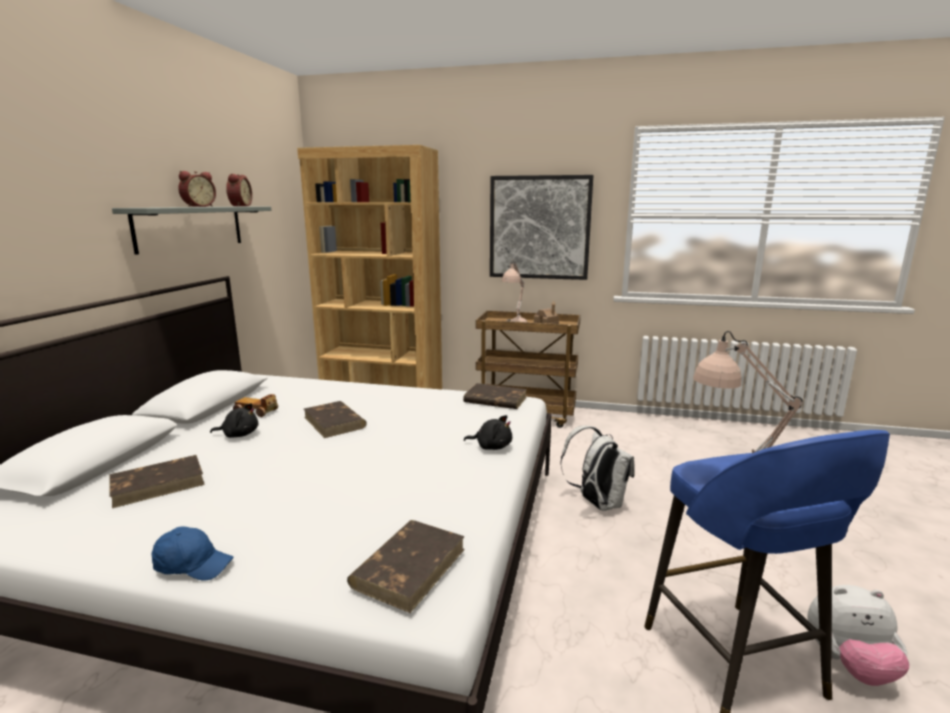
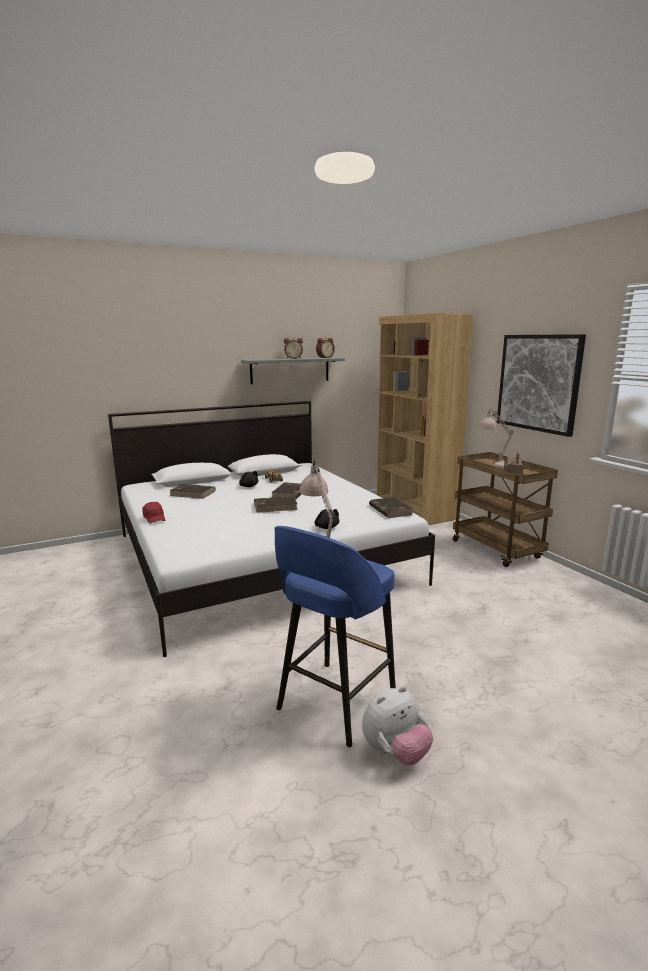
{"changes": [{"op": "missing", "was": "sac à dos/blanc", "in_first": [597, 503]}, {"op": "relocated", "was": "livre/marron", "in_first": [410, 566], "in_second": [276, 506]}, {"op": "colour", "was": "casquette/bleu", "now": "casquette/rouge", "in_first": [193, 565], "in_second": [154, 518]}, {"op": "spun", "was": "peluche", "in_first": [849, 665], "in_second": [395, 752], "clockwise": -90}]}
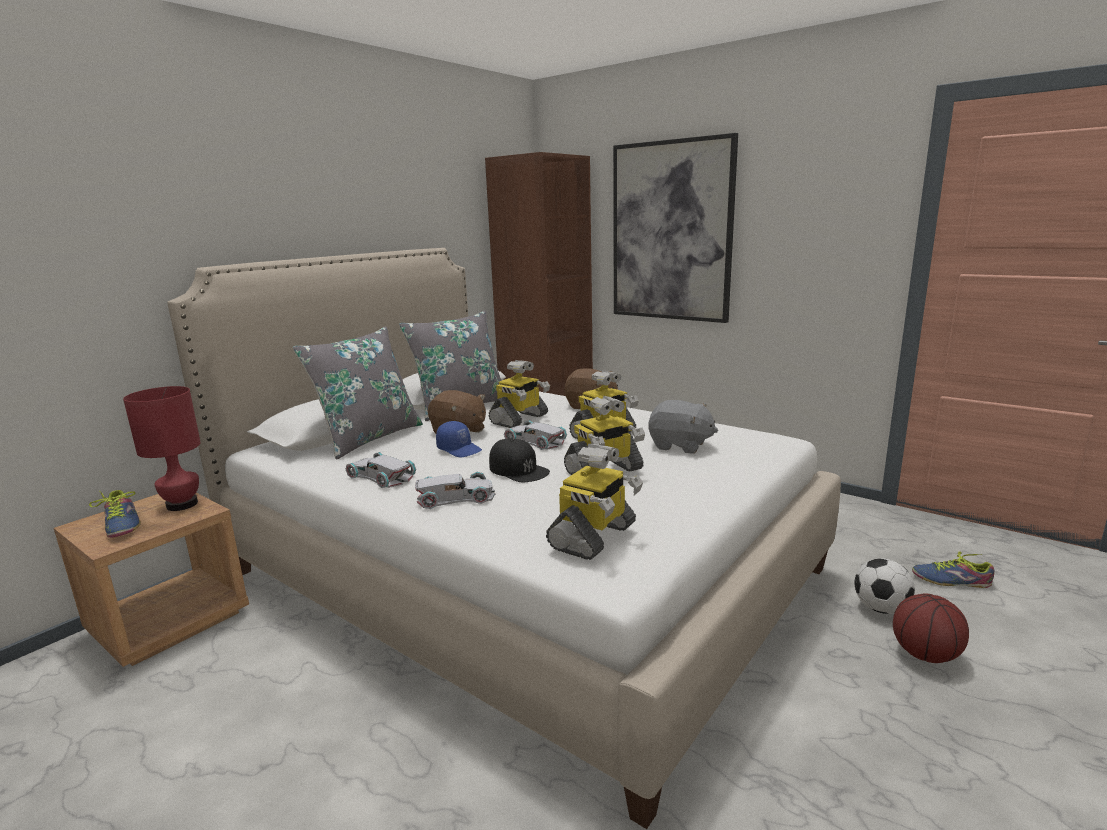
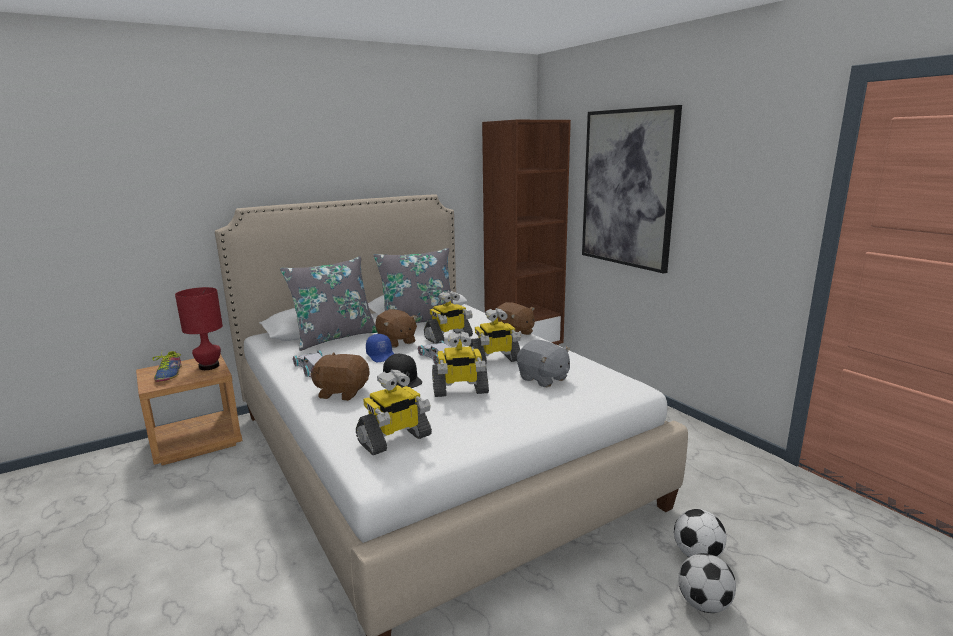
{"changes": [{"op": "missing", "was": "chaussure", "in_first": [951, 581]}, {"op": "exchanged", "was": "petite voiture/blanc", "now": "peluche/marron", "in_first": [456, 498], "in_second": [342, 392]}, {"op": "exchanged", "was": "ballon de basket", "now": "ballon de foot", "in_first": [925, 654], "in_second": [704, 603]}]}
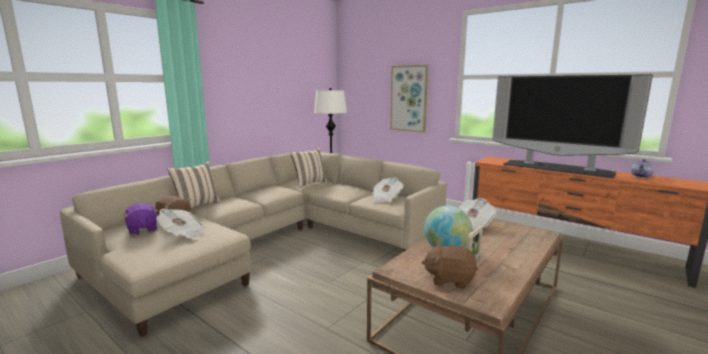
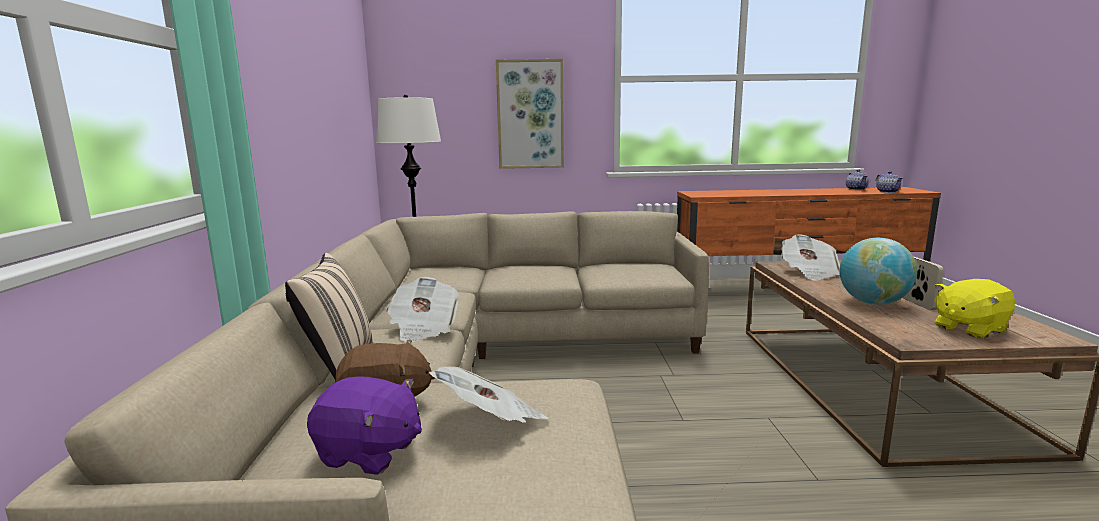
{"changes": [{"op": "missing", "was": "coussin/beige", "in_first": [309, 183]}, {"op": "missing", "was": "téléviseur", "in_first": [557, 168]}, {"op": "appeared", "now": "théière", "in_second": [887, 192]}, {"op": "relocated", "was": "journal", "in_first": [385, 198], "in_second": [423, 328]}, {"op": "colour", "was": "peluche/marron", "now": "peluche/jaune", "in_first": [449, 280], "in_second": [968, 329]}]}
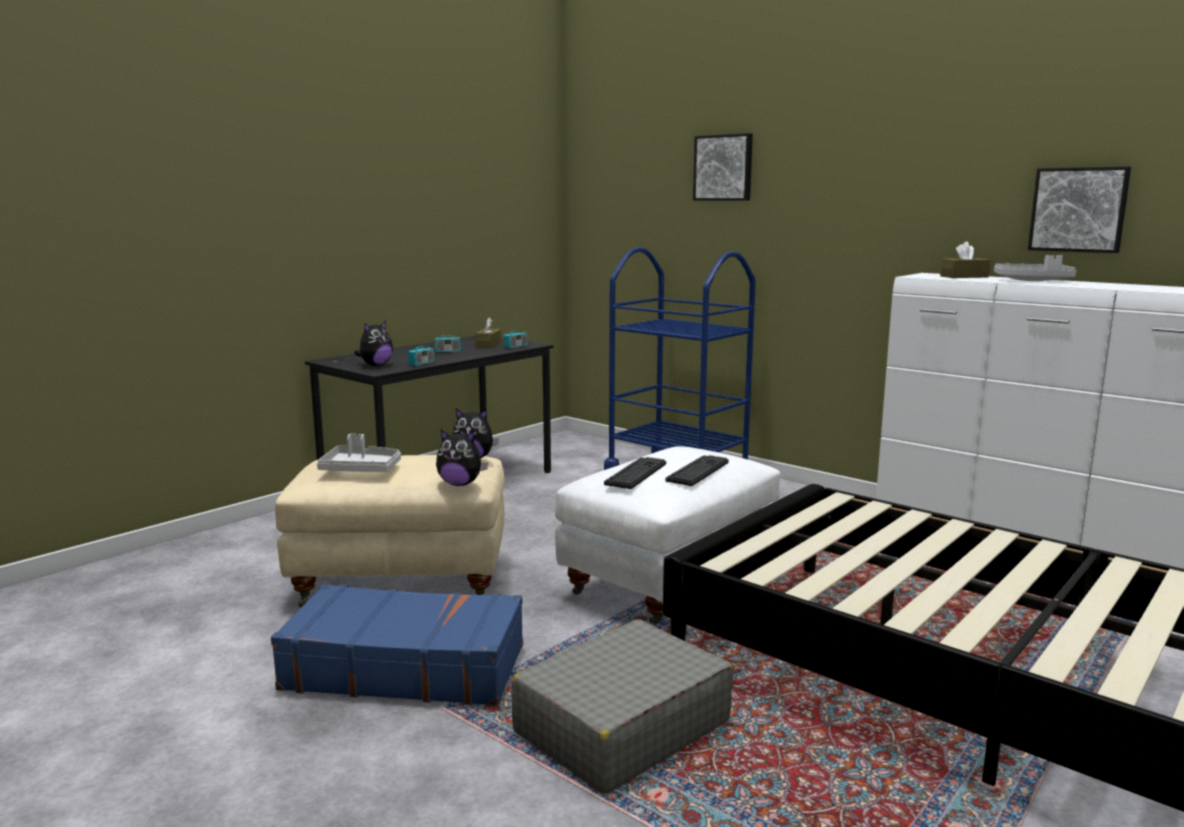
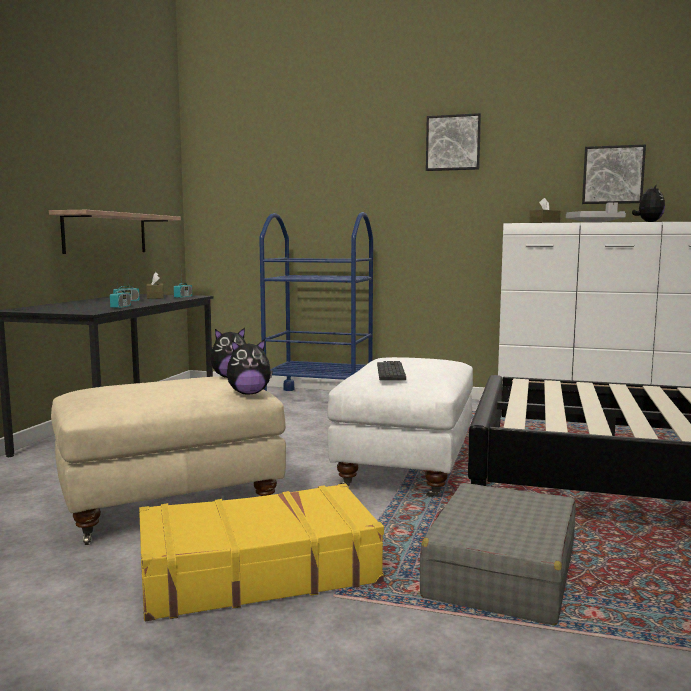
{"changes": [{"op": "missing", "was": "plateau/gris", "in_first": [361, 469]}, {"op": "missing", "was": "clavier", "in_first": [698, 471]}, {"op": "appeared", "now": "étagère", "in_second": [106, 233]}, {"op": "relocated", "was": "peluche", "in_first": [375, 365], "in_second": [648, 222]}, {"op": "relocated", "was": "tableau", "in_first": [724, 168], "in_second": [453, 143]}, {"op": "colour", "was": "valise/bleu", "now": "valise/jaune", "in_first": [405, 666], "in_second": [257, 571]}]}
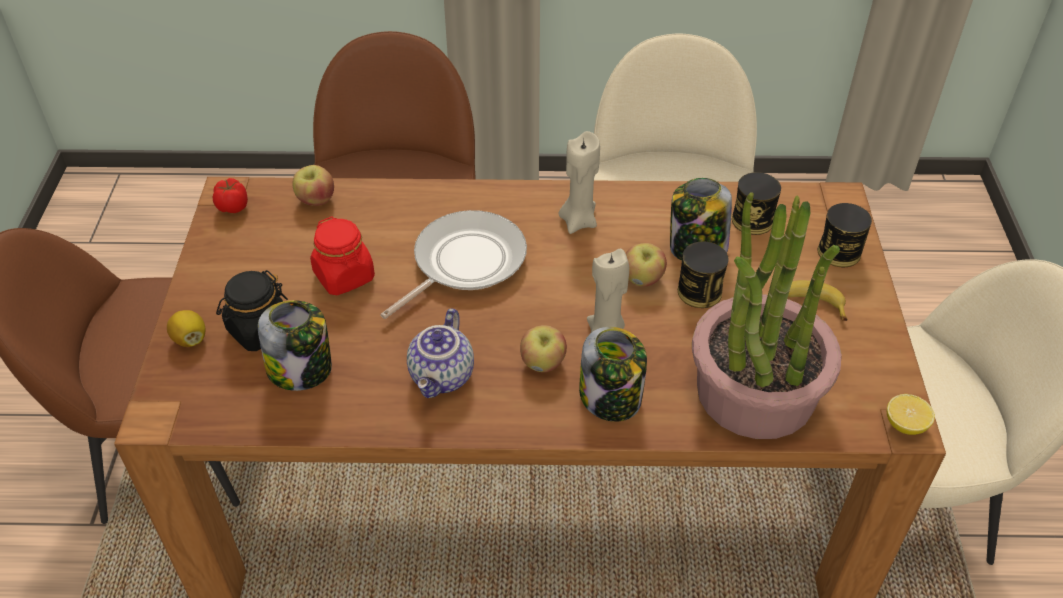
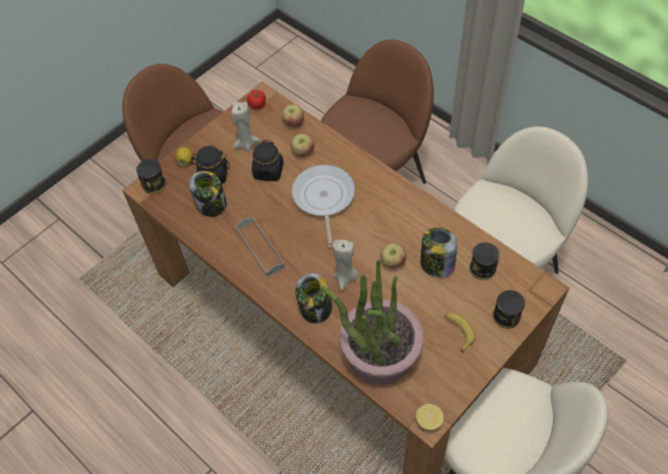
{"changes": [{"op": "relocated", "was": "pomme", "in_first": [543, 363], "in_second": [303, 152]}, {"op": "relocated", "was": "bougie/beige", "in_first": [578, 221], "in_second": [246, 144]}, {"op": "relocated", "was": "boîte métallique", "in_first": [699, 292], "in_second": [154, 184]}, {"op": "exchanged", "was": "théière", "now": "plateau/gris", "in_first": [443, 377], "in_second": [260, 248]}, {"op": "colour", "was": "bocal/rouge", "now": "bocal/noir", "in_first": [344, 276], "in_second": [268, 171]}, {"op": "spun", "was": "poêle", "in_first": [464, 263], "in_second": [323, 198], "clockwise": -90}]}
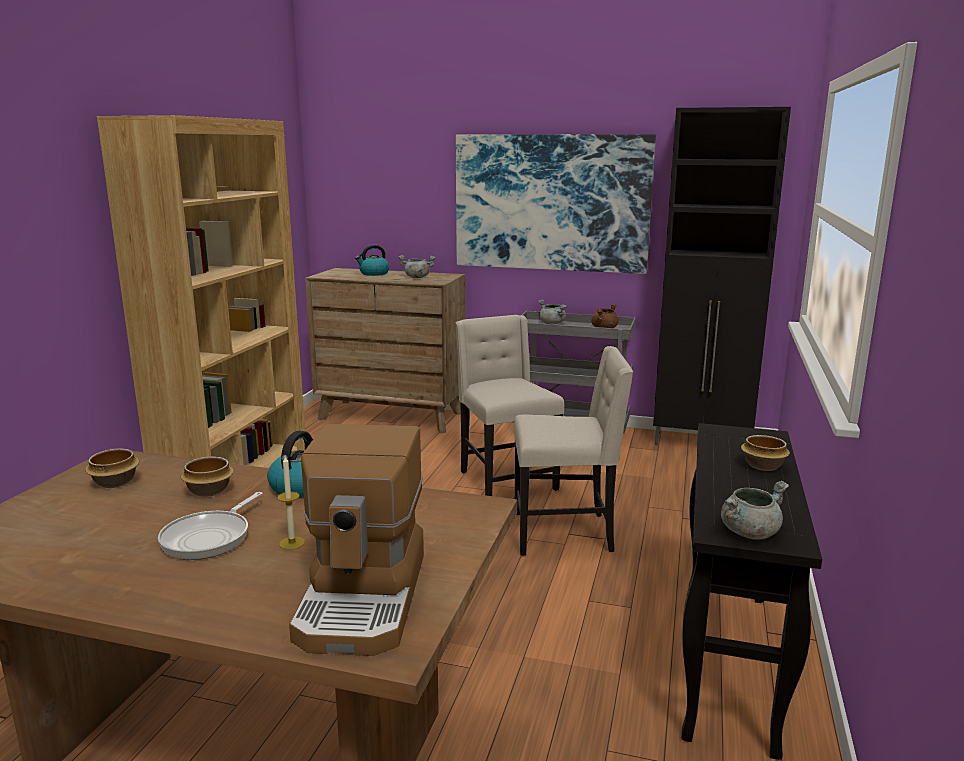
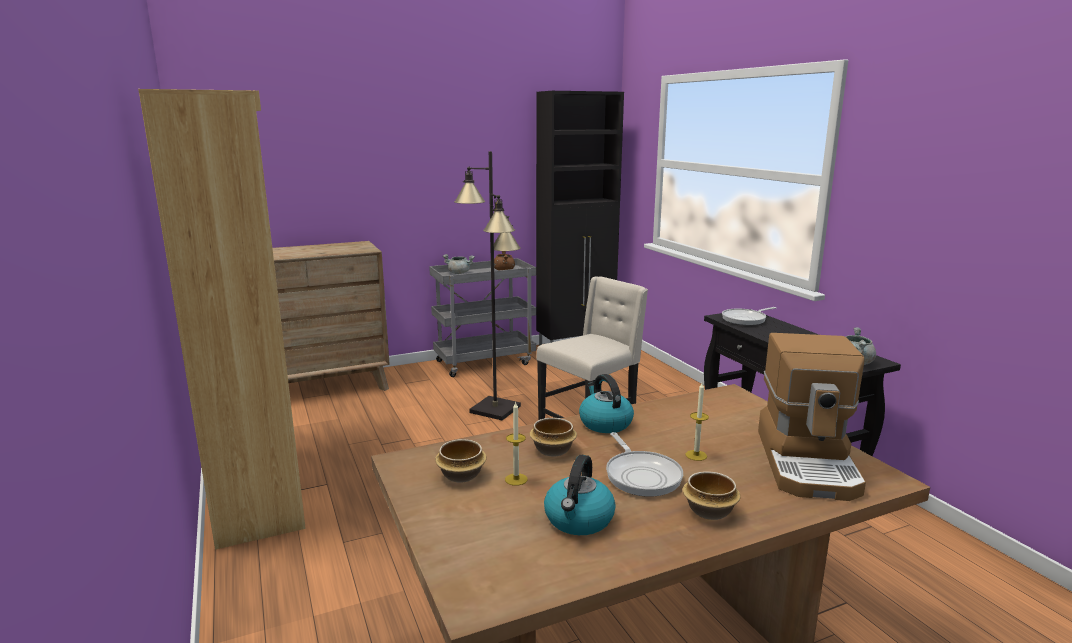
{"changes": [{"op": "missing", "was": "marmite/gris", "in_first": [417, 277]}, {"op": "missing", "was": "tableau", "in_first": [551, 203]}, {"op": "appeared", "now": "bougie", "in_second": [516, 479]}, {"op": "appeared", "now": "poêle", "in_second": [746, 319]}, {"op": "relocated", "was": "bouilloire", "in_first": [373, 273], "in_second": [579, 520]}, {"op": "relocated", "was": "bol", "in_first": [762, 466], "in_second": [709, 512]}, {"op": "exchanged", "was": "chaise/beige", "now": "lampadaire/noir", "in_first": [505, 480], "in_second": [495, 409]}, {"op": "spun", "was": "machine à café", "in_first": [365, 597], "in_second": [808, 462], "clockwise": 45}]}
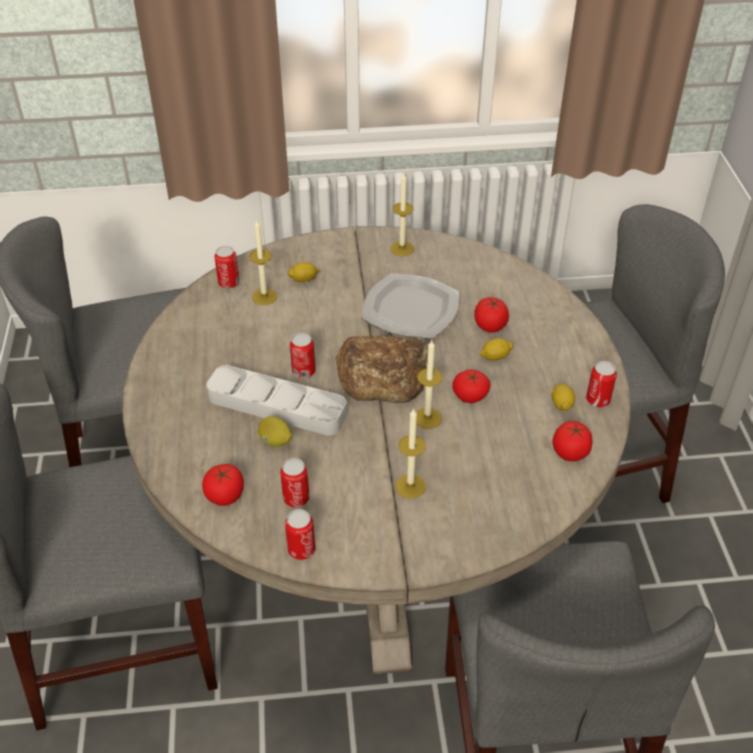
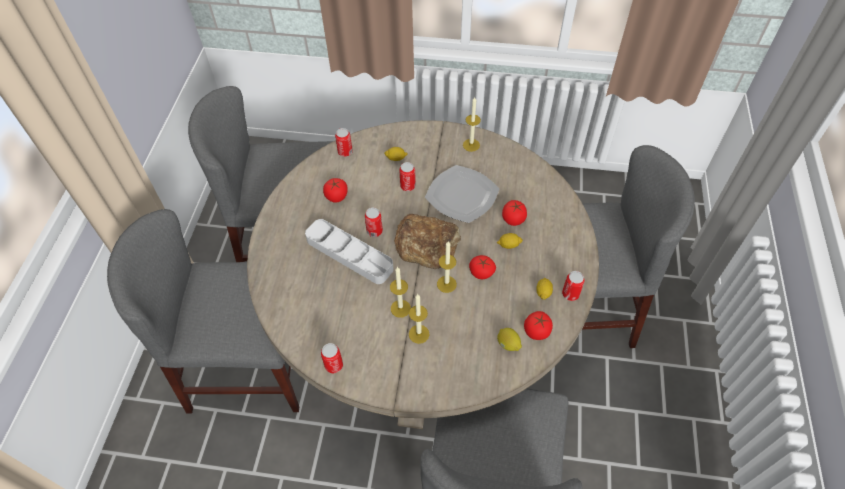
{"changes": [{"op": "relocated", "was": "tomate", "in_first": [225, 495], "in_second": [336, 196]}, {"op": "relocated", "was": "bougie", "in_first": [264, 297], "in_second": [400, 308]}, {"op": "relocated", "was": "citron", "in_first": [275, 441], "in_second": [508, 344]}, {"op": "relocated", "was": "boîte métallique", "in_first": [296, 498], "in_second": [408, 186]}]}
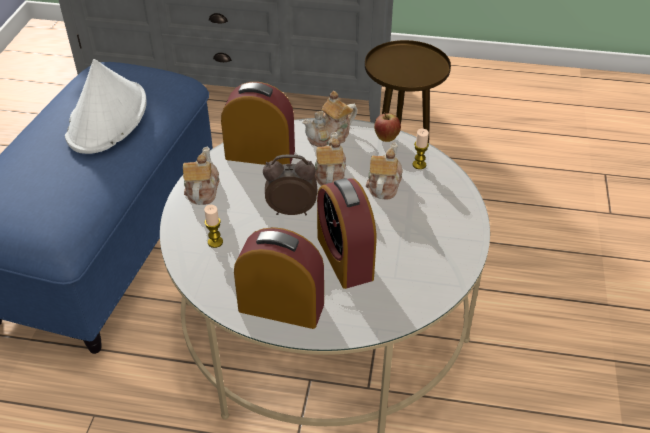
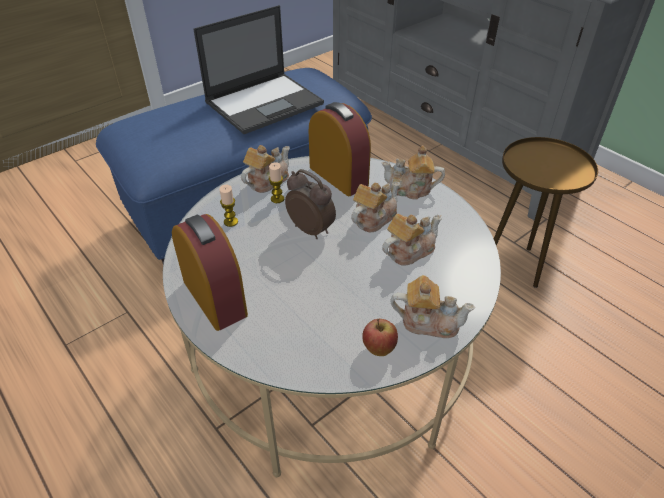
{"changes": [{"op": "missing", "was": "réveil", "in_first": [345, 258]}, {"op": "appeared", "now": "théière", "in_second": [428, 322]}, {"op": "relocated", "was": "pomme", "in_first": [386, 139], "in_second": [378, 349]}, {"op": "relocated", "was": "bougie", "in_first": [419, 164], "in_second": [277, 199]}, {"op": "exchanged", "was": "chapeau/blanc", "now": "ordinateur portable", "in_first": [107, 118], "in_second": [265, 102]}]}
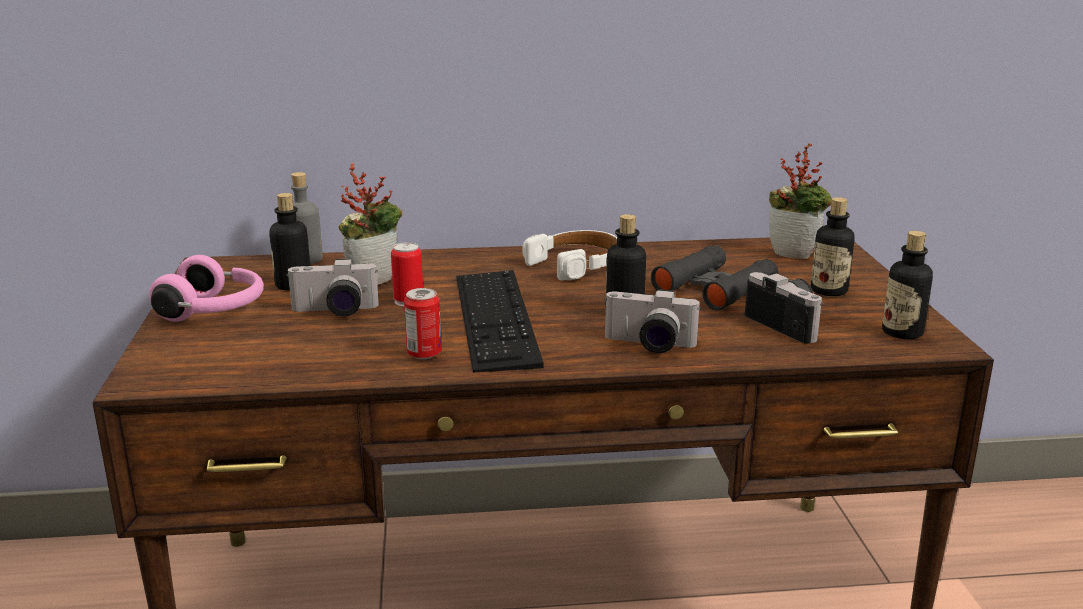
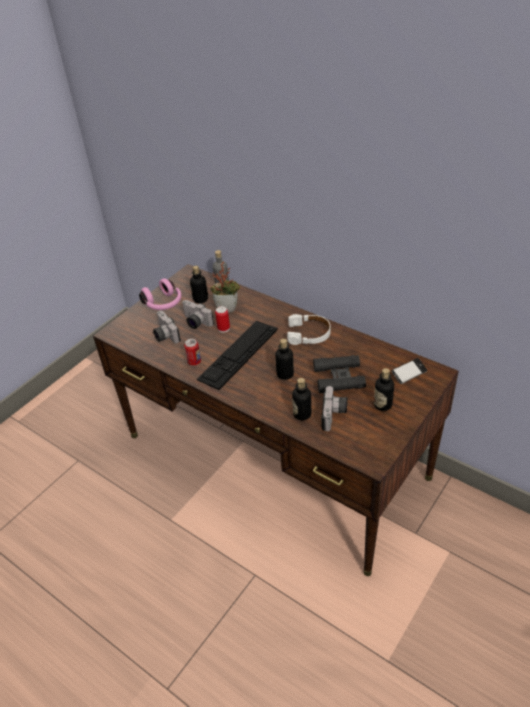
{"changes": [{"op": "relocated", "was": "appareil photo", "in_first": [648, 345], "in_second": [164, 335]}, {"op": "relocated", "was": "bouteille", "in_first": [902, 332], "in_second": [302, 414]}, {"op": "exchanged", "was": "plante en pot", "now": "téléphone", "in_first": [795, 254], "in_second": [409, 373]}]}
